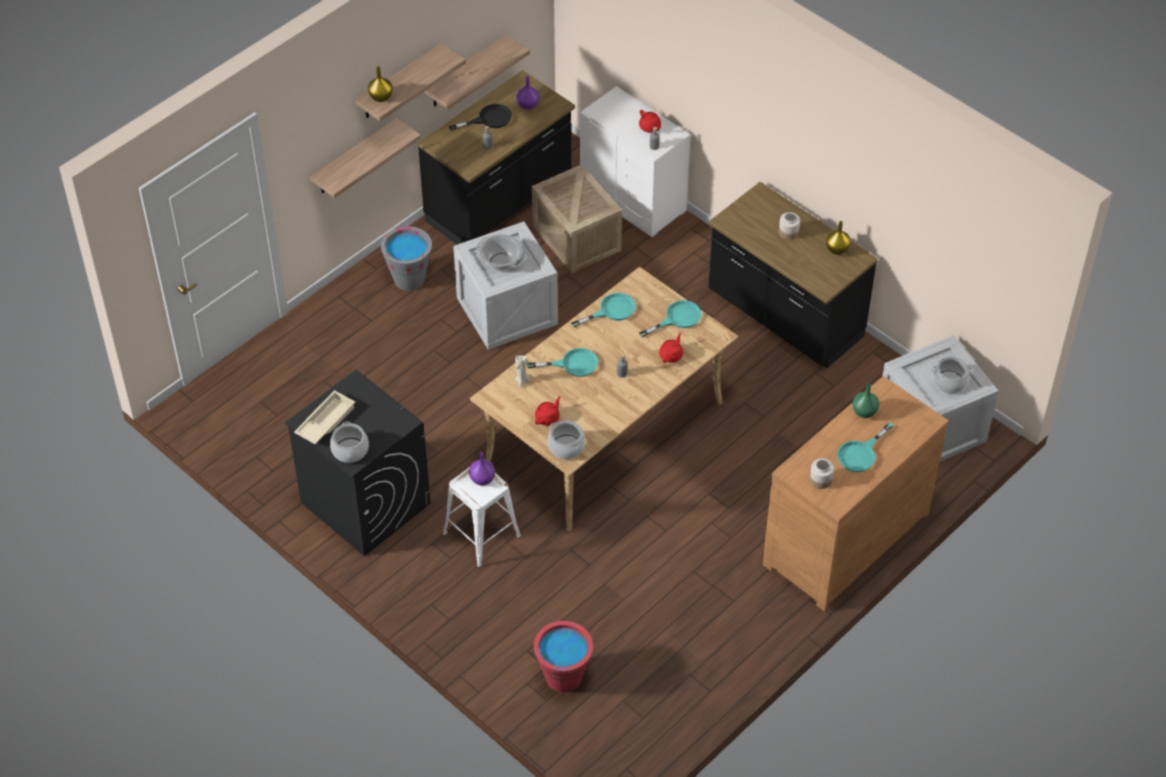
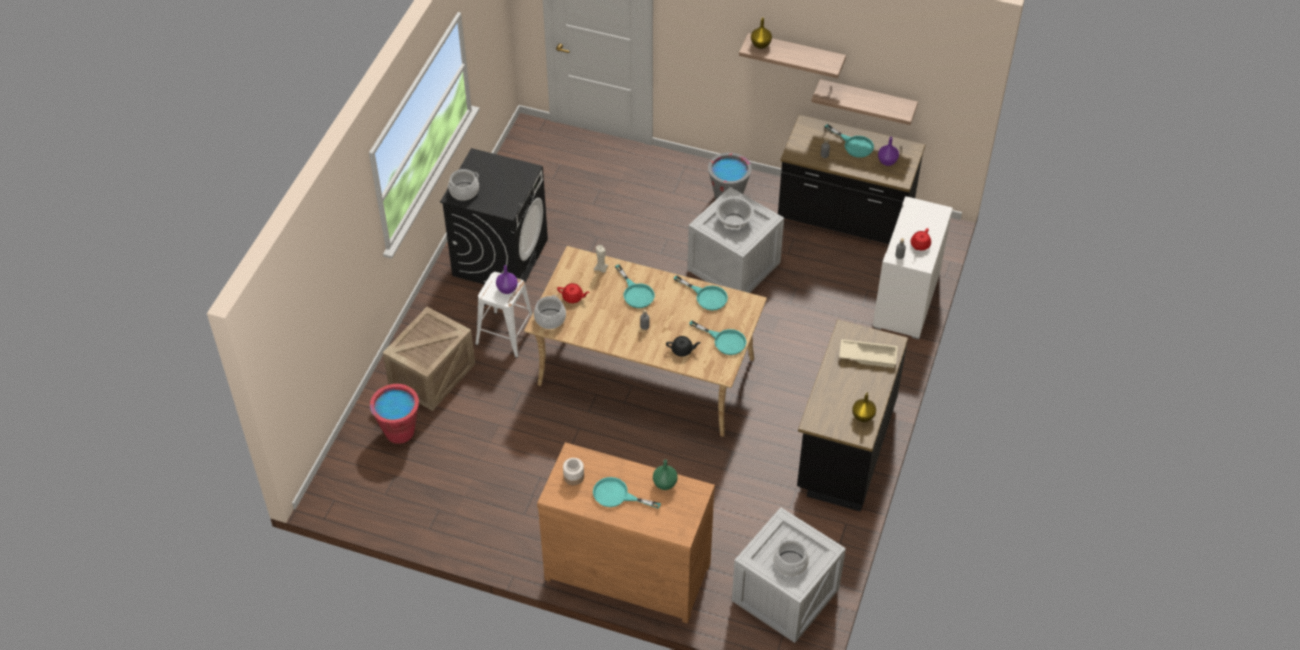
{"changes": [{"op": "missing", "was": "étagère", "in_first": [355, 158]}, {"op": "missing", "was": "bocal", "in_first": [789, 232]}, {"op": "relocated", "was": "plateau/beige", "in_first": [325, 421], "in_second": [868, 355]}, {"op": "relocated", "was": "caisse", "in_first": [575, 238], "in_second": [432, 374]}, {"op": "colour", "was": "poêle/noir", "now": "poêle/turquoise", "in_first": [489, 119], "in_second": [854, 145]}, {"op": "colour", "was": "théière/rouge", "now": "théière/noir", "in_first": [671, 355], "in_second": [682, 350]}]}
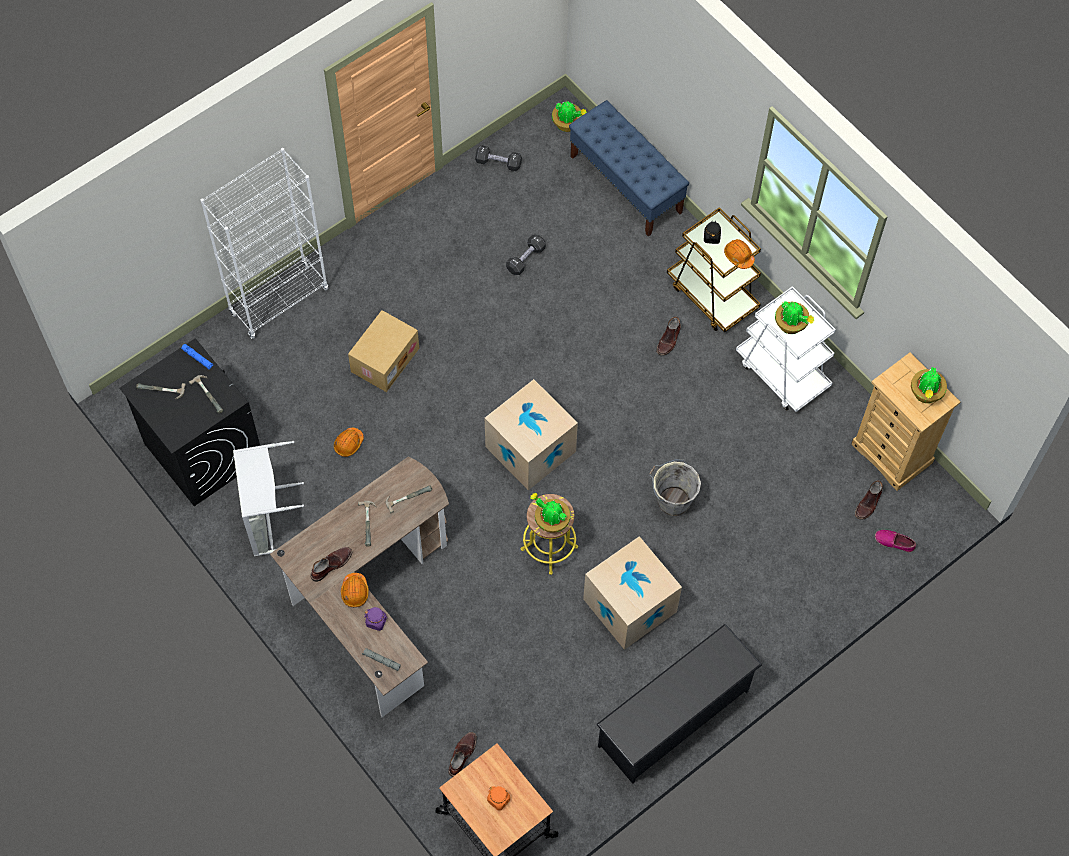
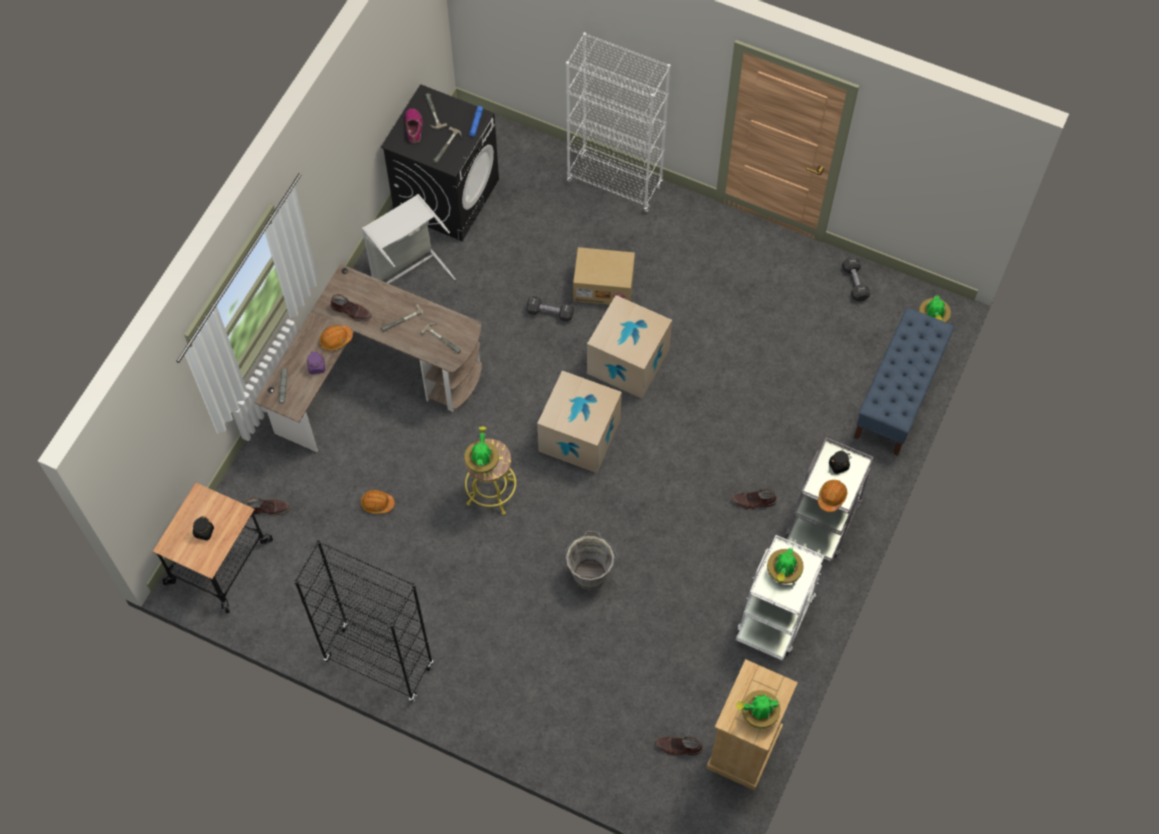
{"changes": [{"op": "relocated", "was": "casque de chantier/orange", "in_first": [348, 444], "in_second": [377, 503]}, {"op": "relocated", "was": "haltère/noir", "in_first": [525, 259], "in_second": [550, 313]}, {"op": "relocated", "was": "carton", "in_first": [630, 605], "in_second": [628, 361]}, {"op": "relocated", "was": "chaussure", "in_first": [894, 542], "in_second": [414, 127]}, {"op": "exchanged", "was": "étagère à chaussures/noir", "now": "bibliothèque/noir", "in_first": [674, 718], "in_second": [378, 663]}, {"op": "colour", "was": "bocal/orange", "now": "bocal/noir", "in_first": [499, 800], "in_second": [204, 532]}, {"op": "colour", "was": "chariot/marron", "now": "chariot/gris", "in_first": [712, 295], "in_second": [823, 518]}]}
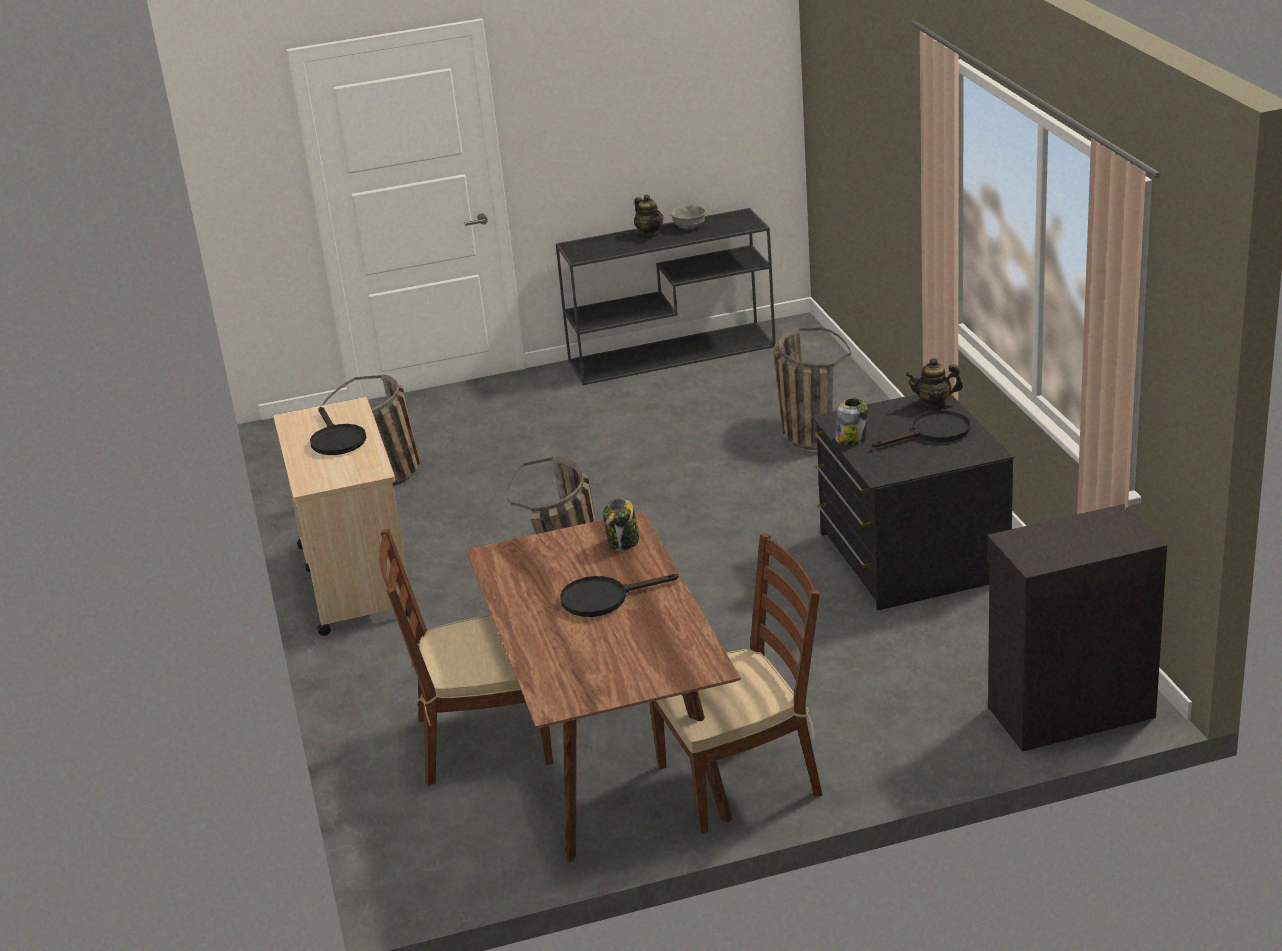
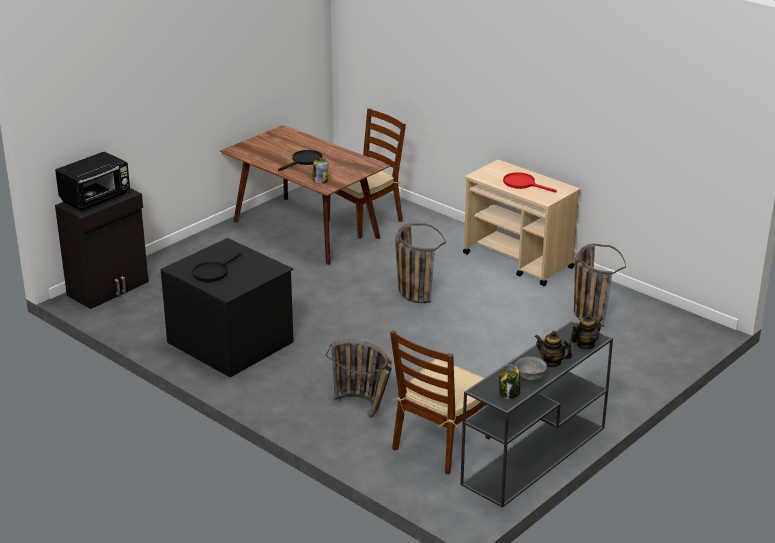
{"changes": [{"op": "appeared", "now": "micro-ondes/noir", "in_second": [96, 198]}, {"op": "relocated", "was": "chaise/marron", "in_first": [740, 779], "in_second": [441, 443]}, {"op": "relocated", "was": "bocal", "in_first": [851, 439], "in_second": [509, 393]}, {"op": "relocated", "was": "théière", "in_first": [934, 404], "in_second": [585, 345]}, {"op": "colour", "was": "poêle/noir", "now": "poêle/rouge", "in_first": [336, 440], "in_second": [523, 184]}]}
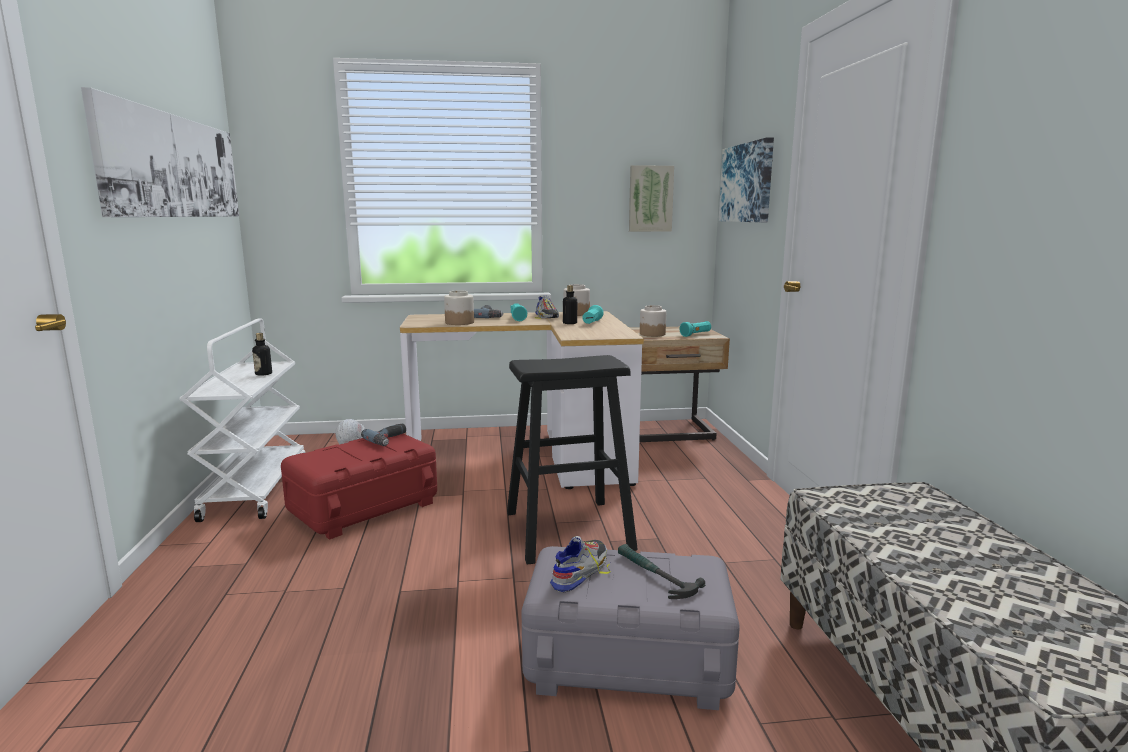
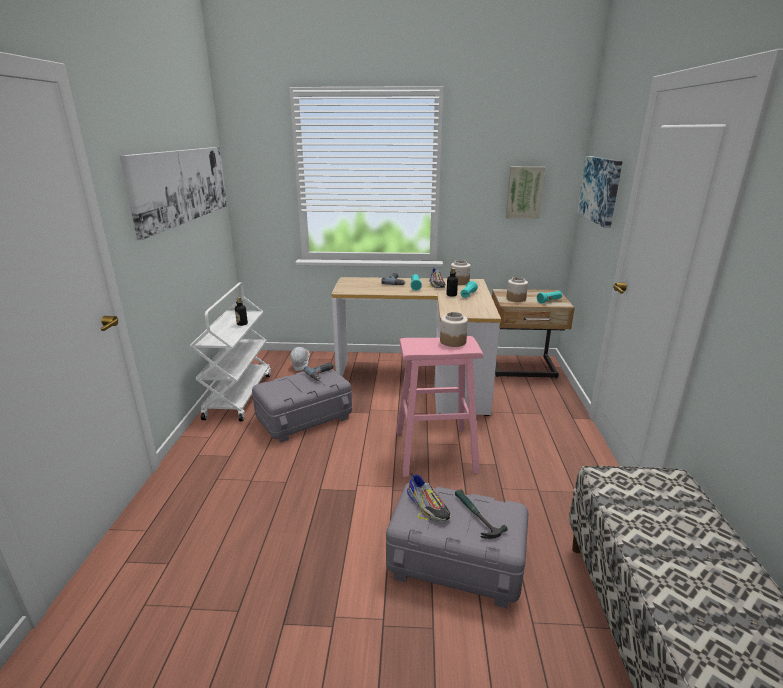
{"changes": [{"op": "relocated", "was": "bocal", "in_first": [459, 322], "in_second": [452, 341]}, {"op": "colour", "was": "boîte de rangement/rouge", "now": "boîte de rangement/gris", "in_first": [363, 507], "in_second": [304, 417]}, {"op": "colour", "was": "tabouret/noir", "now": "tabouret/rose", "in_first": [567, 530], "in_second": [434, 451]}, {"op": "spun", "was": "chaussure", "in_first": [580, 570], "in_second": [427, 505], "clockwise": 105}]}
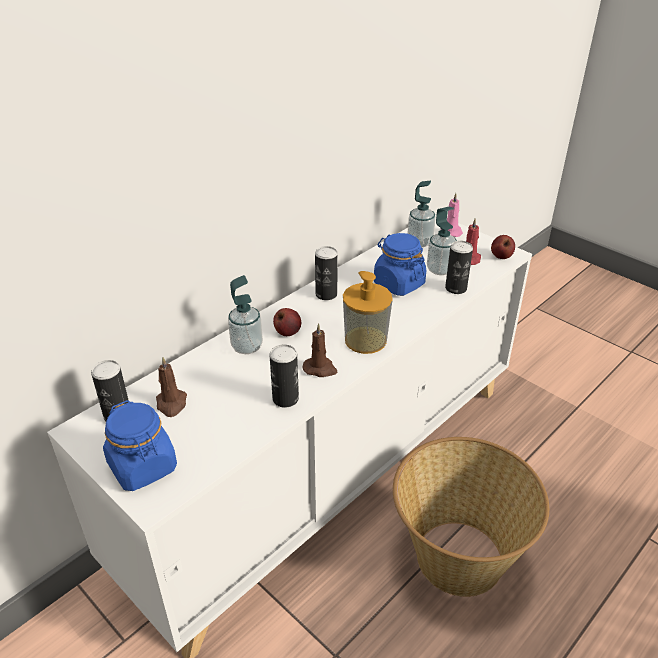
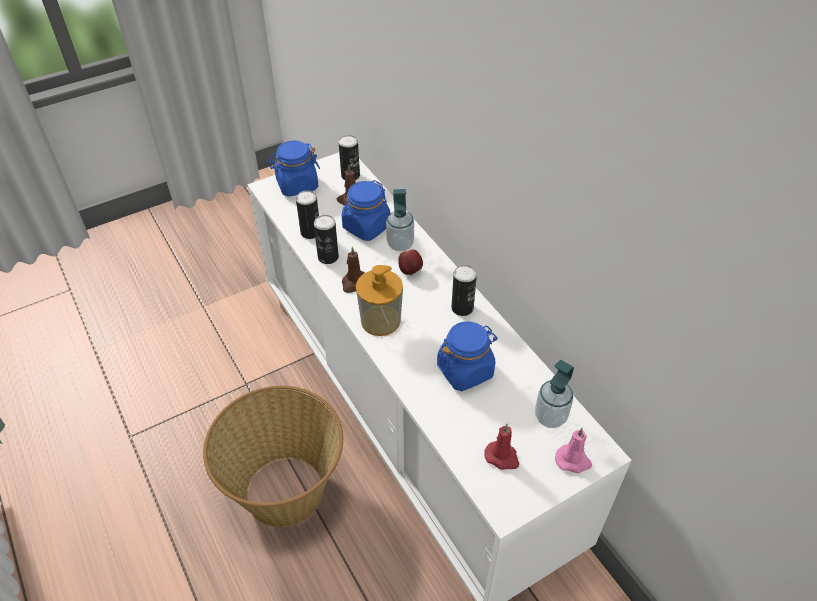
{"changes": [{"op": "missing", "was": "distributeur de savon", "in_first": [439, 270]}, {"op": "missing", "was": "pomme", "in_first": [501, 257]}, {"op": "appeared", "now": "bocal/bleu", "in_second": [366, 227]}, {"op": "relocated", "was": "boîte métallique", "in_first": [456, 288], "in_second": [310, 232]}]}
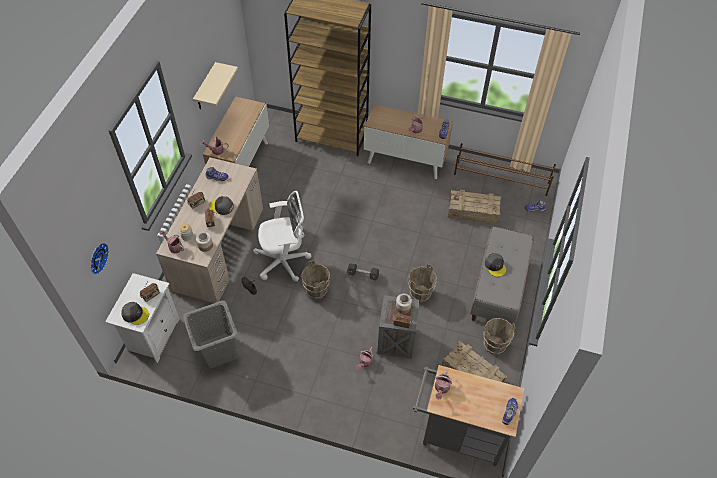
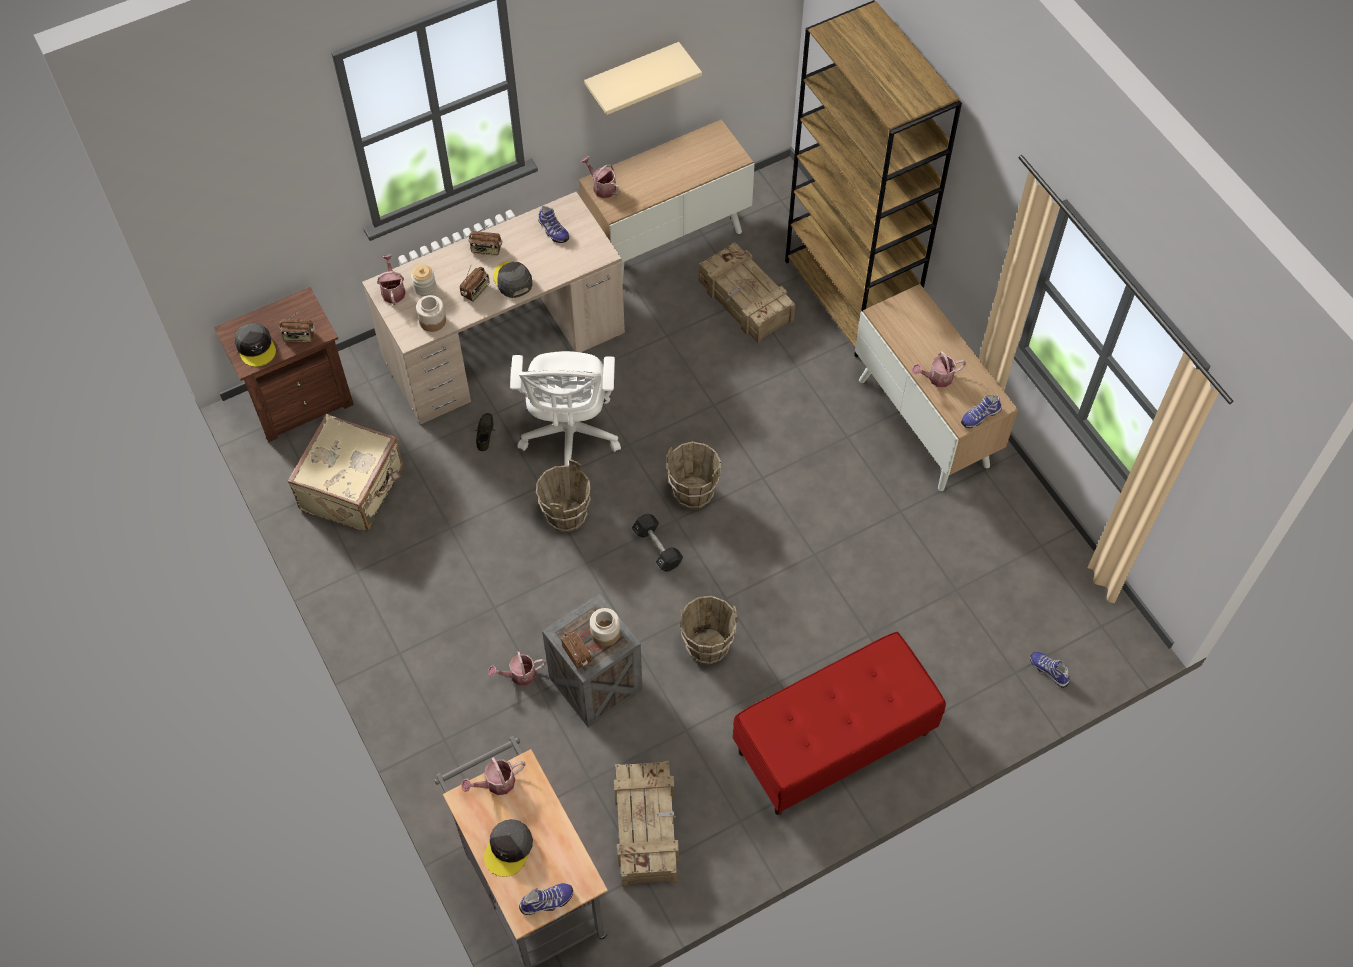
{"changes": [{"op": "missing", "was": "horloge murale", "in_first": [97, 257]}, {"op": "missing", "was": "étagère à chaussures/marron", "in_first": [502, 179]}, {"op": "relocated", "was": "caisse", "in_first": [473, 212], "in_second": [745, 301]}, {"op": "relocated", "was": "seau/marron", "in_first": [494, 345], "in_second": [693, 493]}, {"op": "relocated", "was": "casquette/gris", "in_first": [495, 266], "in_second": [509, 848]}, {"op": "exchanged", "was": "panier à linge/gris", "now": "valise/beige", "in_first": [217, 350], "in_second": [354, 489]}, {"op": "colour", "was": "table de chevet/blanc", "now": "table de chevet/marron", "in_first": [153, 335], "in_second": [300, 400]}, {"op": "colour", "was": "banc/gris", "now": "banc/rouge", "in_first": [498, 289], "in_second": [833, 743]}, {"op": "spun", "was": "chaise de bureau/blanc", "in_first": [284, 261], "in_second": [570, 436], "clockwise": 60}]}
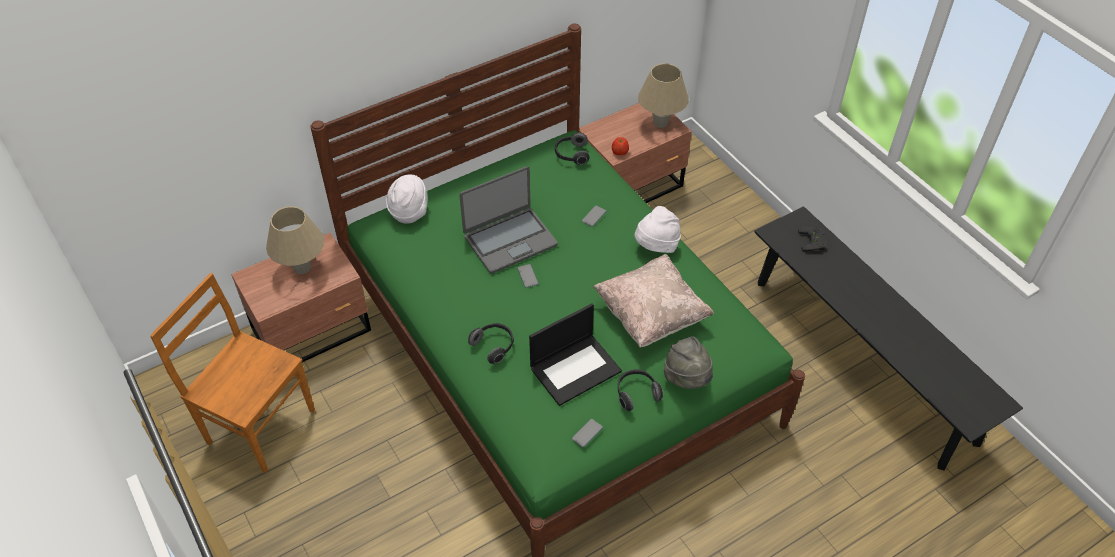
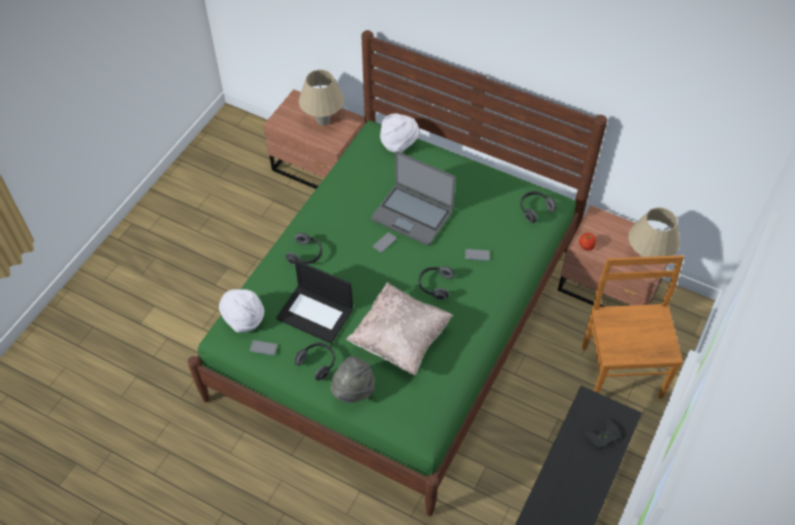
{"changes": [{"op": "appeared", "now": "casque audio", "in_second": [435, 285]}, {"op": "relocated", "was": "chaise/marron", "in_first": [259, 425], "in_second": [621, 369]}, {"op": "relocated", "was": "chapeau/blanc", "in_first": [656, 246], "in_second": [244, 319]}]}
